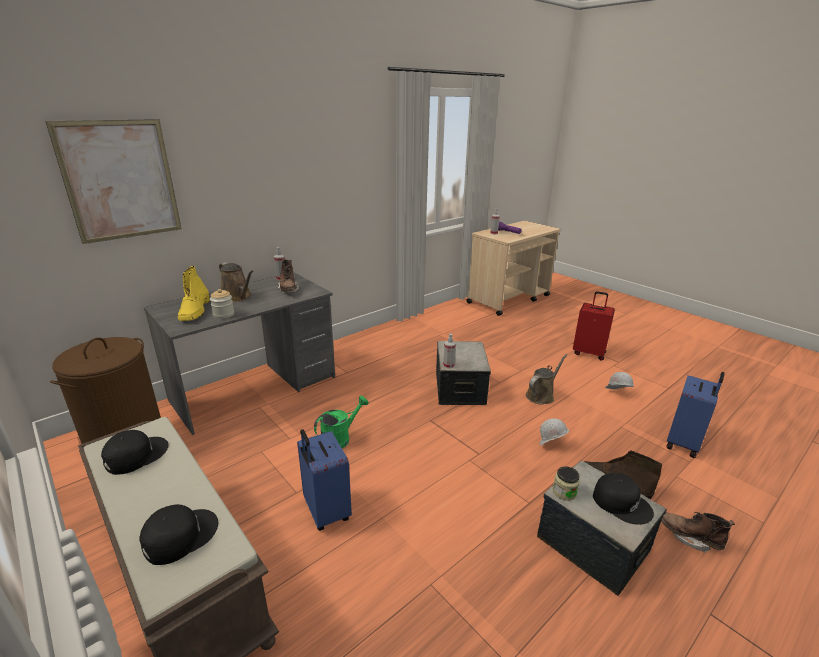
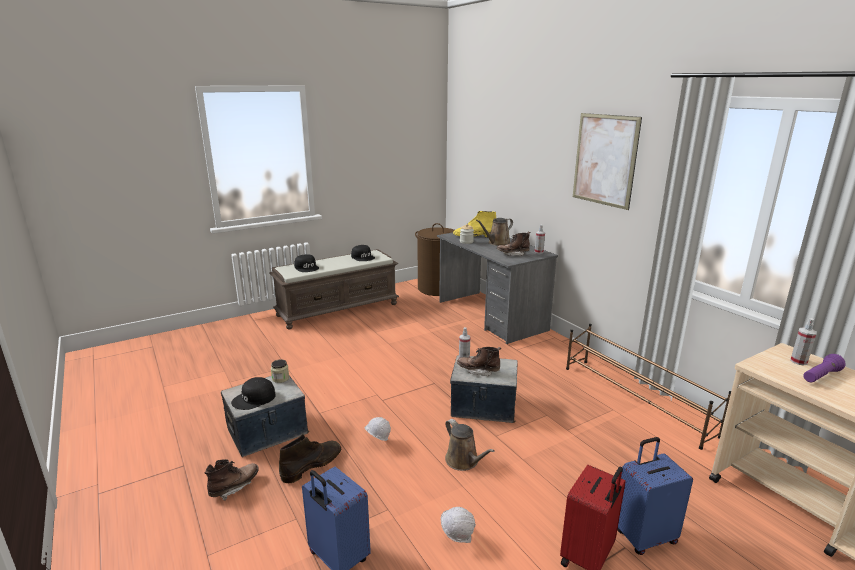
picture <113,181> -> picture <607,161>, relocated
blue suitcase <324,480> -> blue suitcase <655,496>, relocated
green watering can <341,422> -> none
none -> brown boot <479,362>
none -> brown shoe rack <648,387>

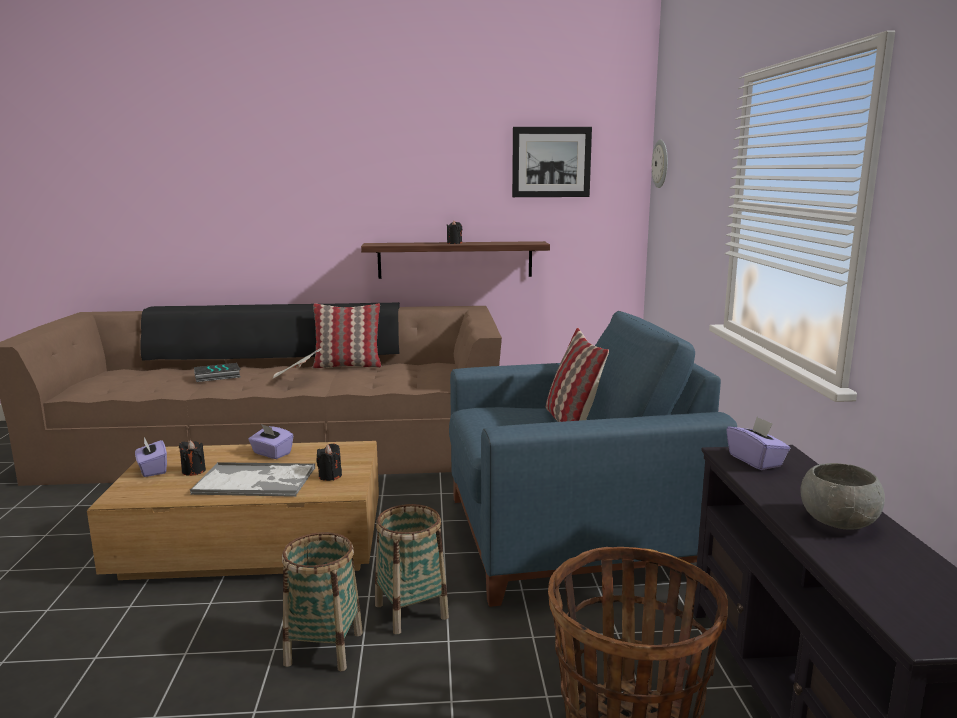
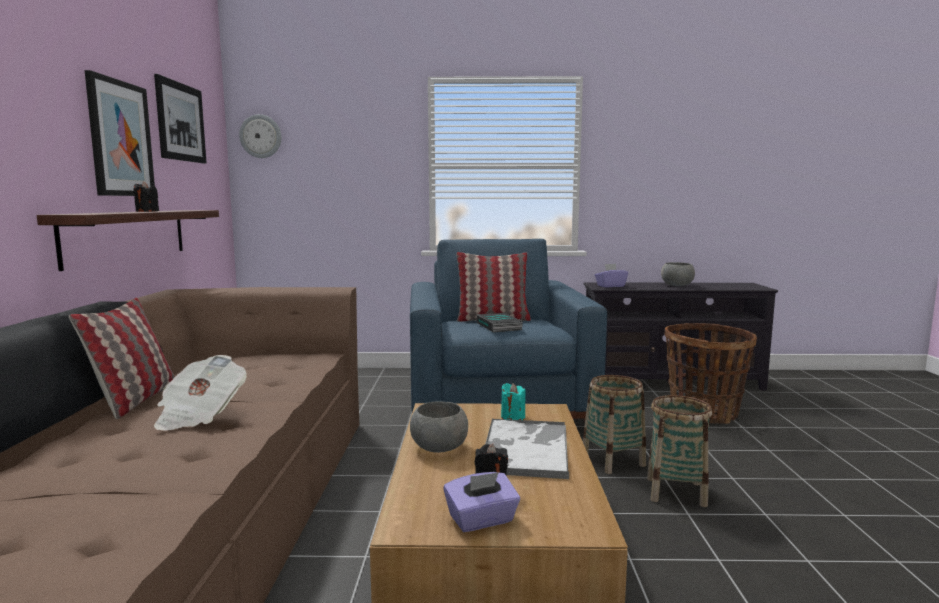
book <217,372> -> book <500,323>, relocated
purple tissue box <270,441> -> grey bowl <439,427>
black candle <329,462> -> turquoise candle <513,401>
none -> picture <120,133>

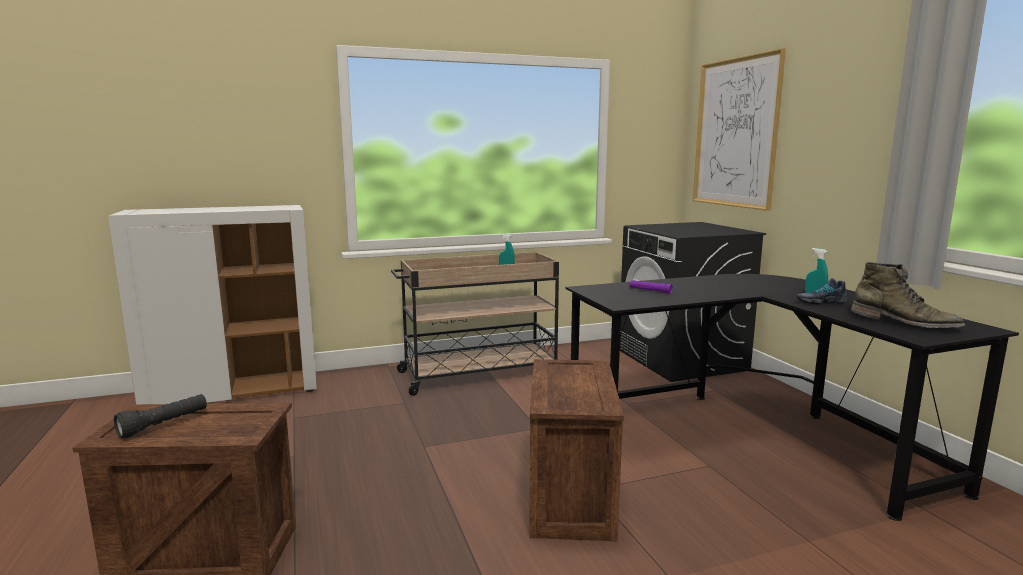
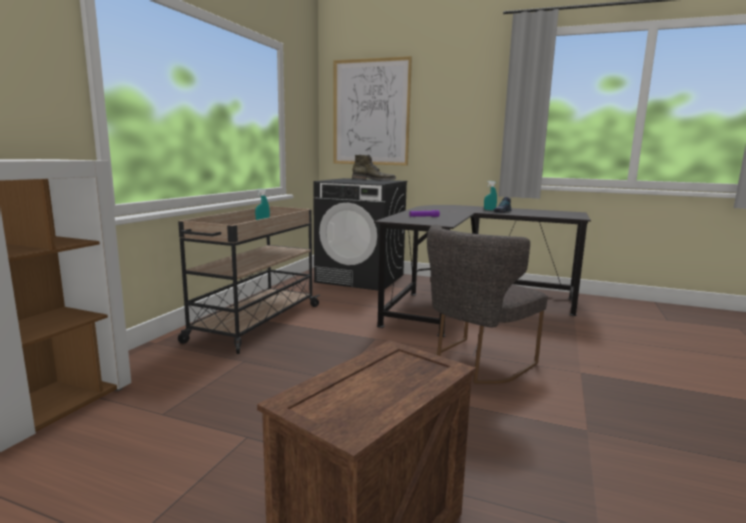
black flashlight <160,416> -> none
crate <576,450> -> grey chair <487,304>
green boot <908,295> -> green boot <374,168>, relocated

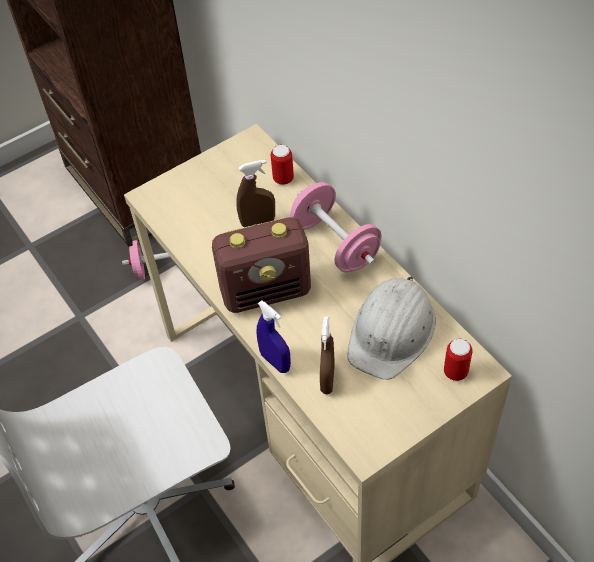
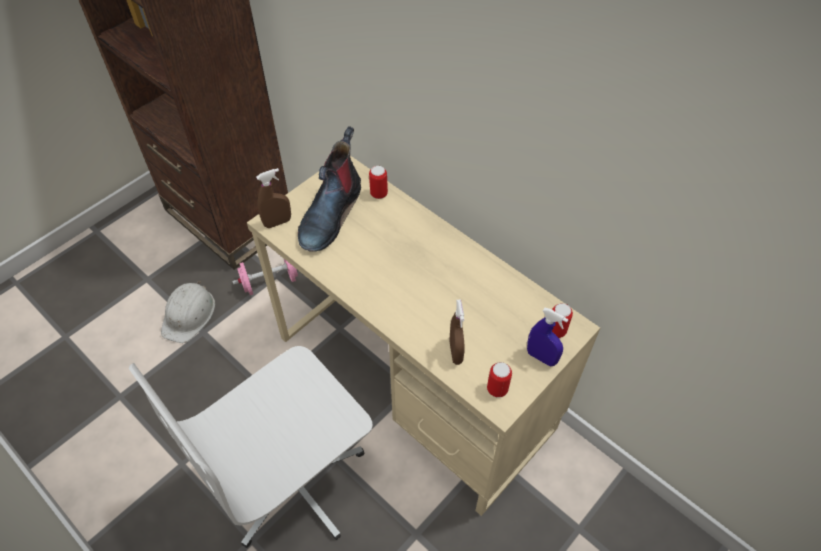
radio <261,265> -> none
brown spray bottle <255,193> -> brown spray bottle <273,198>, relocated
blue spray bottle <274,336> -> blue spray bottle <548,337>, relocated
pink dumbbell <336,227> -> none
white hard hat <391,328> -> white hard hat <188,312>, relocated
none -> boot <329,189>
none -> can <499,380>

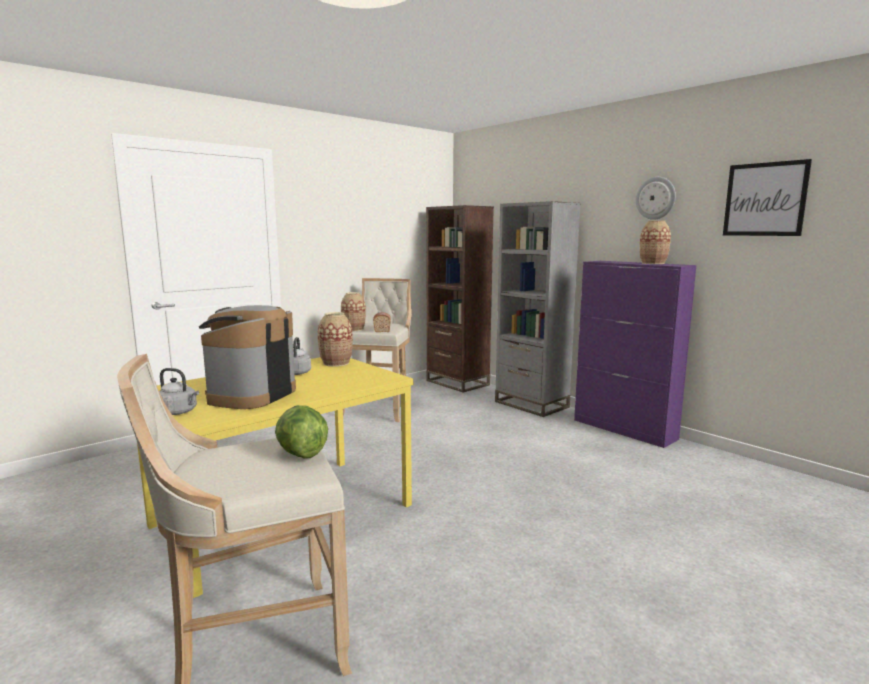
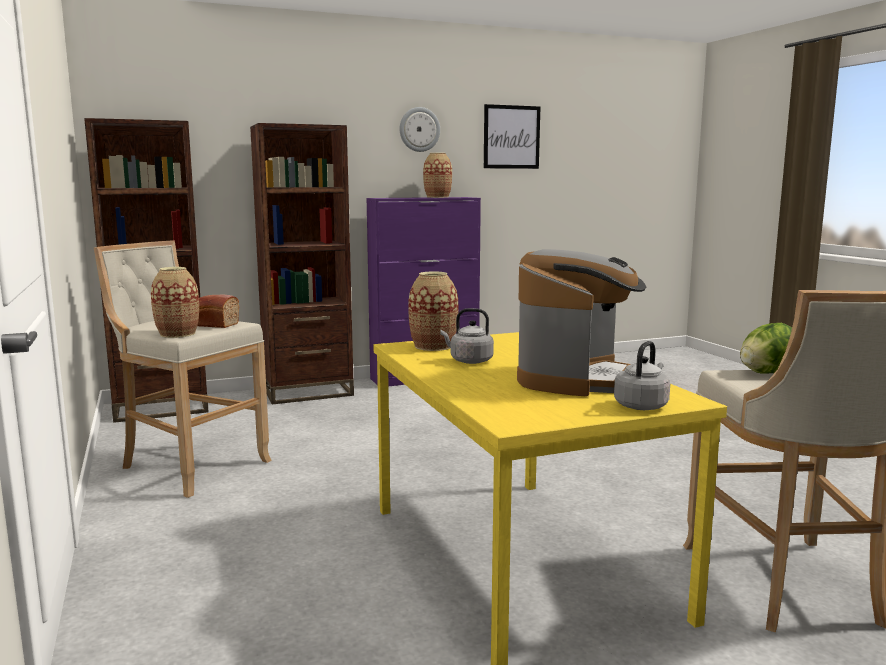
coffee machine <247,357> -> coffee machine <581,323>, 105 degrees counterclockwise
grey bookcase <538,309> -> brown bookcase <302,263>

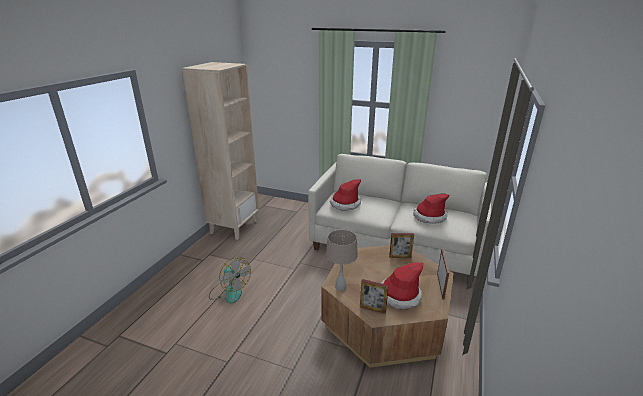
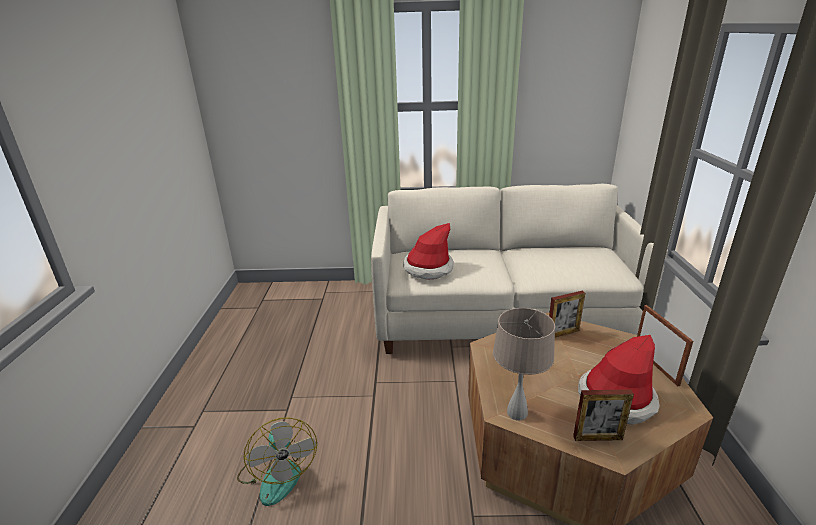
beige bookcase <220,151> -> none
fan <230,280> -> fan <277,462>, 45 degrees clockwise
hat <431,208> -> none

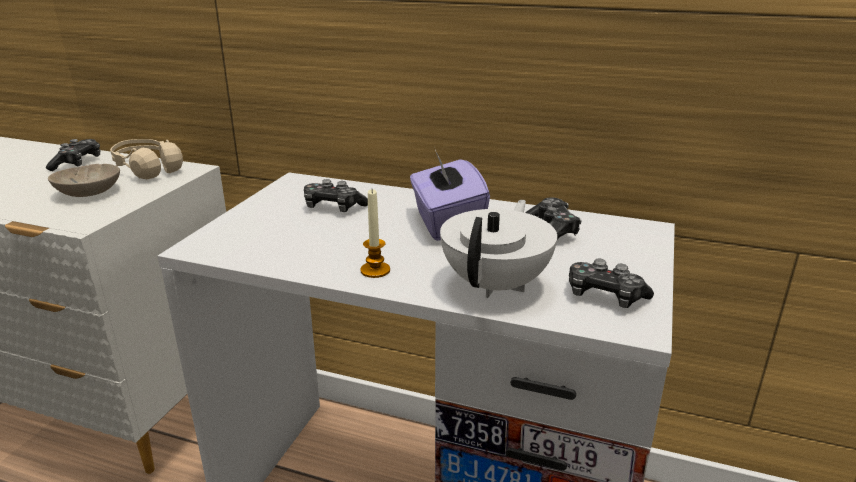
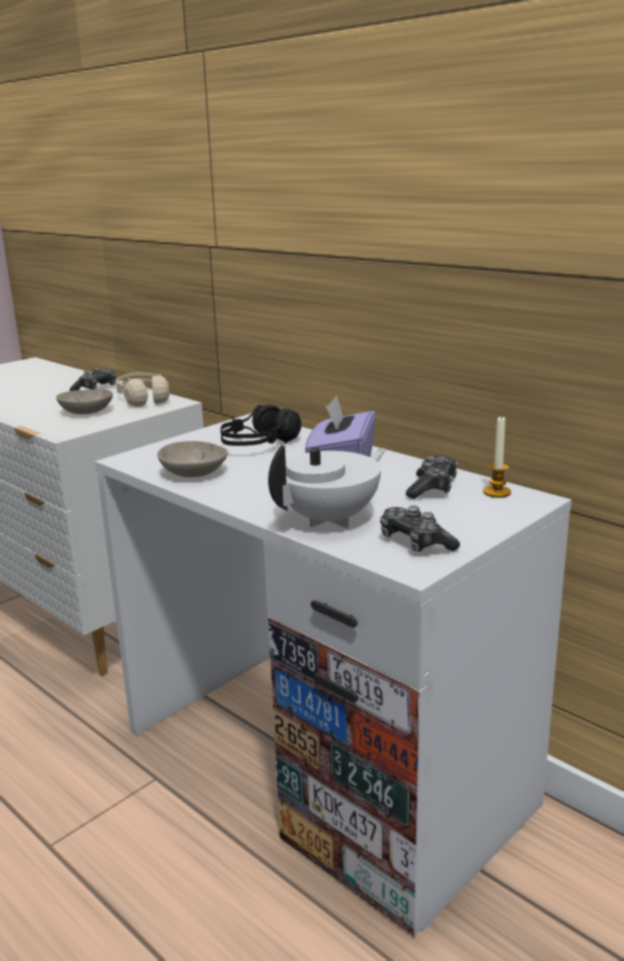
game controller <336,195> -> black headphones <260,425>
candle <375,233> -> candle <497,456>, relocated
none -> beige bowl <192,459>

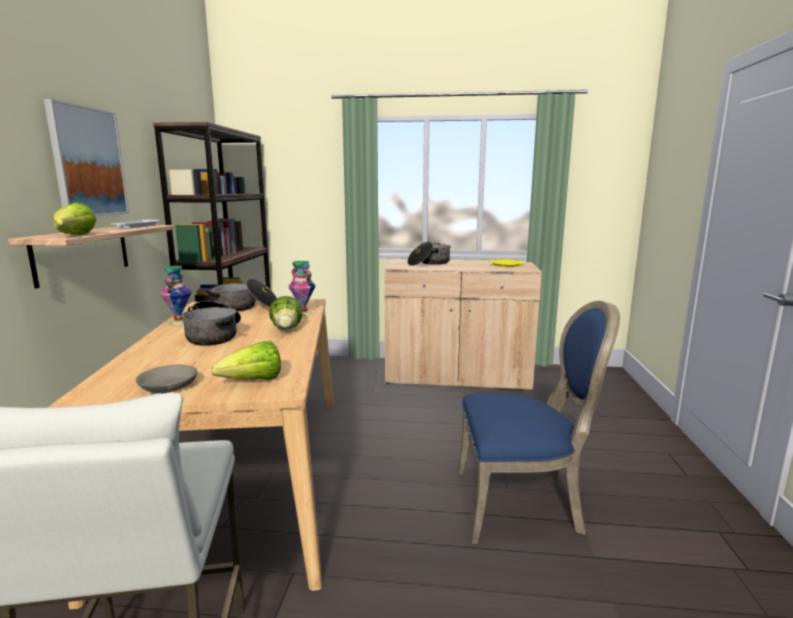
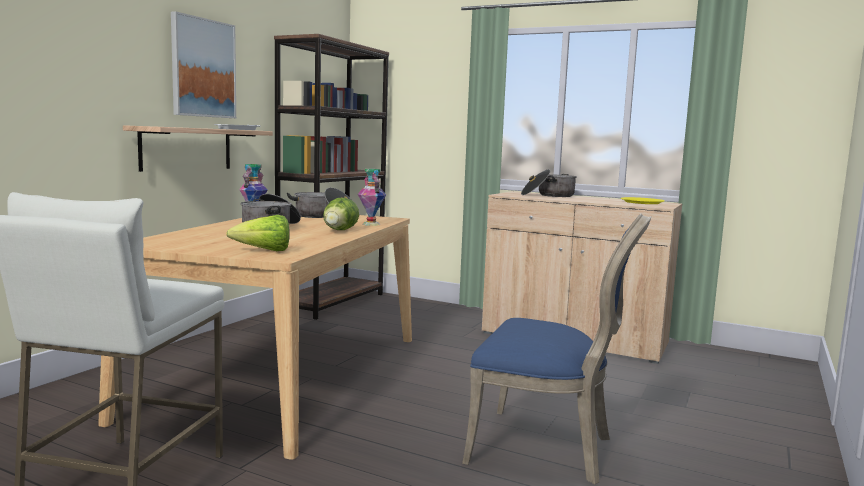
lettuce <75,218> -> none
grey bowl <167,379> -> none

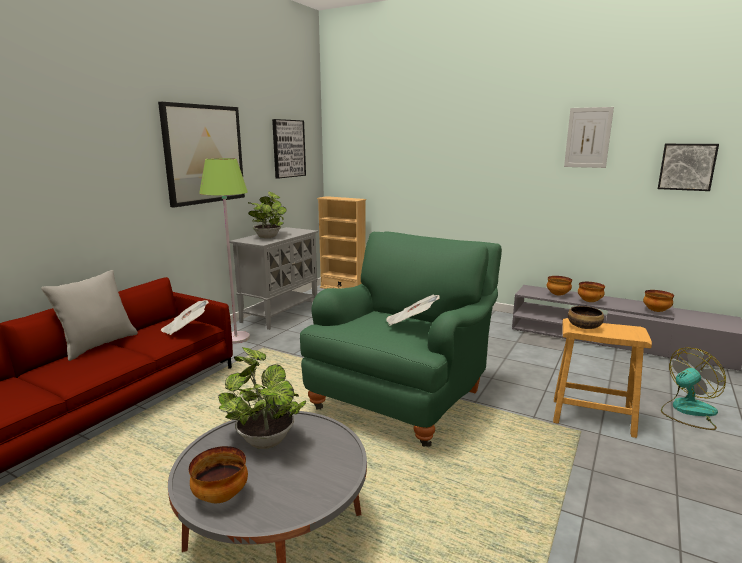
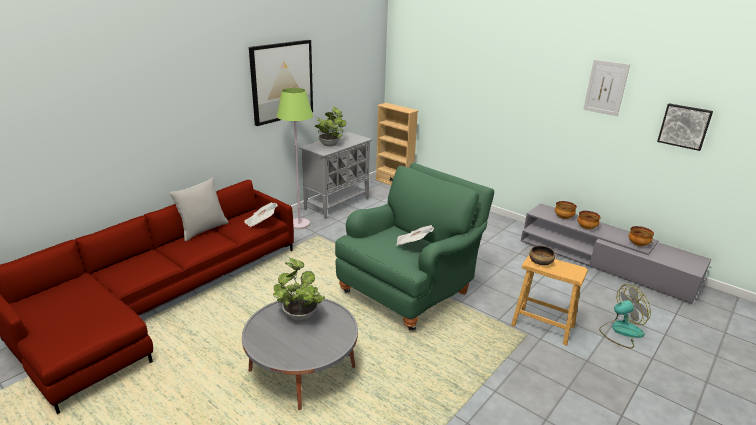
bowl <218,474> -> none
picture <289,149> -> none

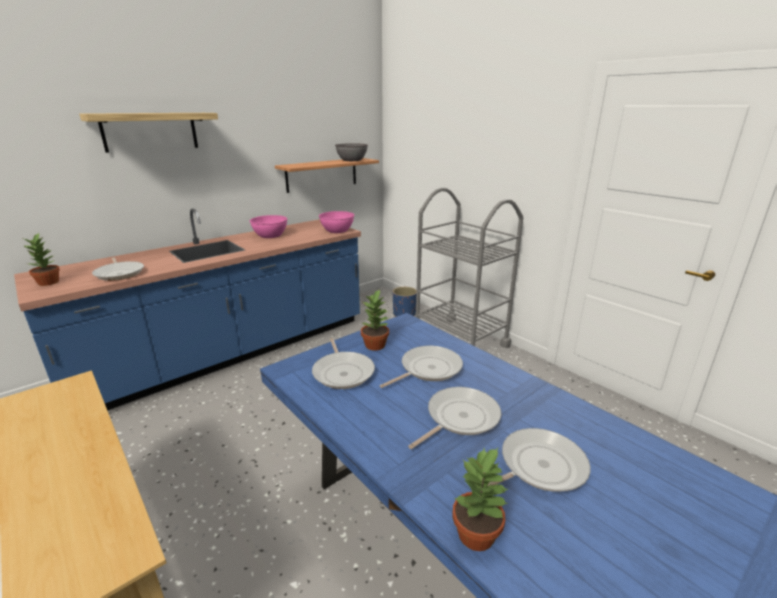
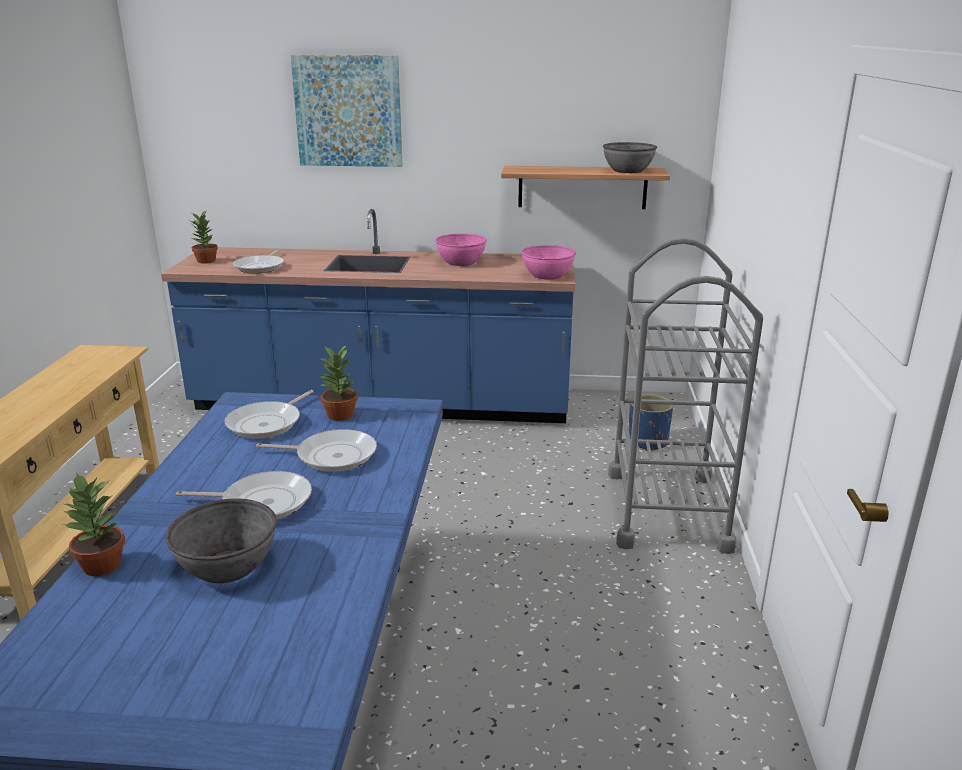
shelf <148,133> -> picture <346,111>
frying pan <539,460> -> grey bowl <221,540>

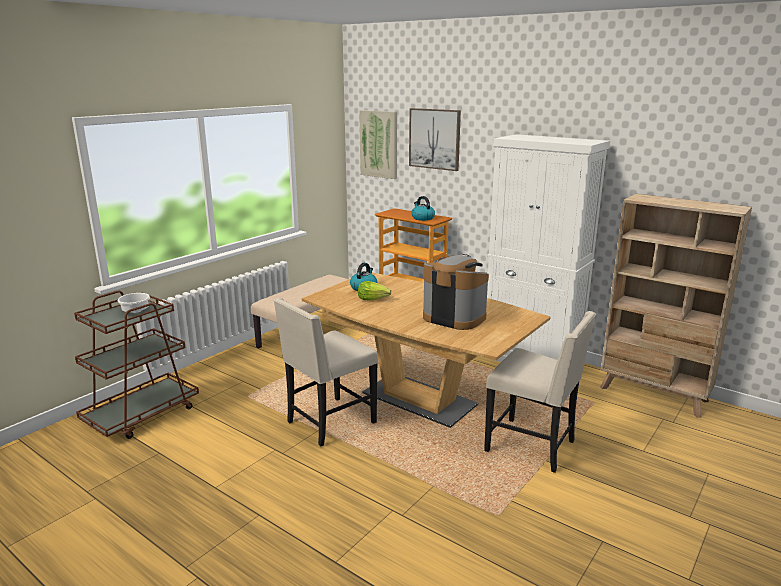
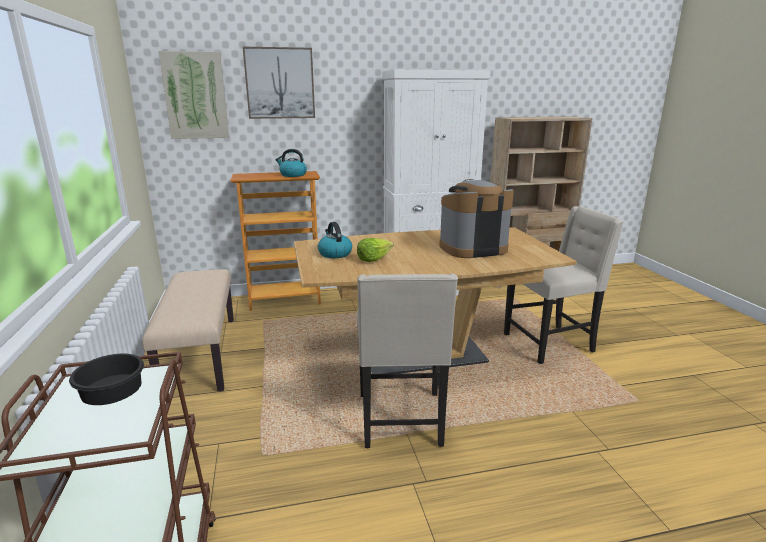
white bowl <134,303> -> black bowl <106,379>

